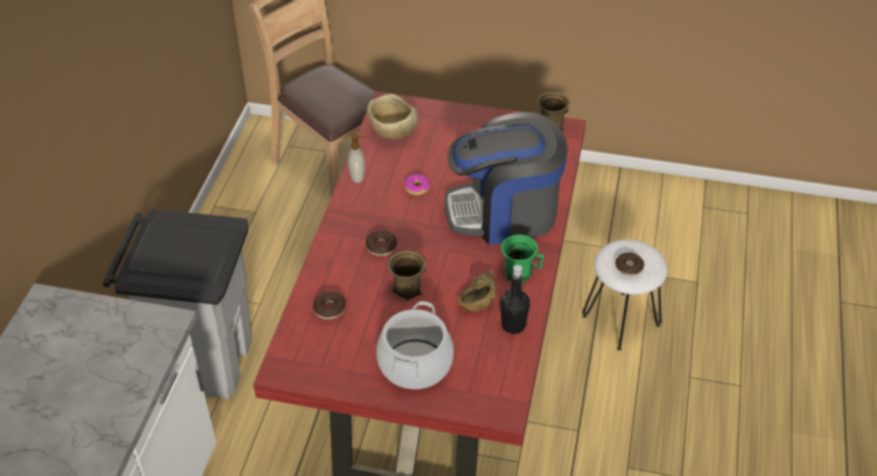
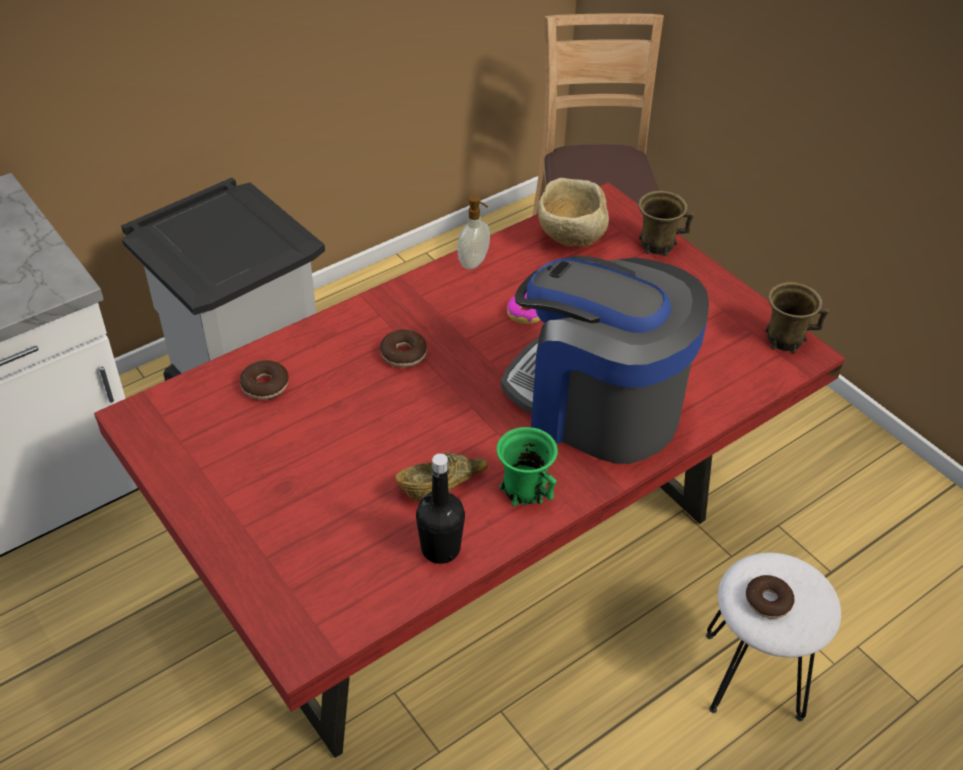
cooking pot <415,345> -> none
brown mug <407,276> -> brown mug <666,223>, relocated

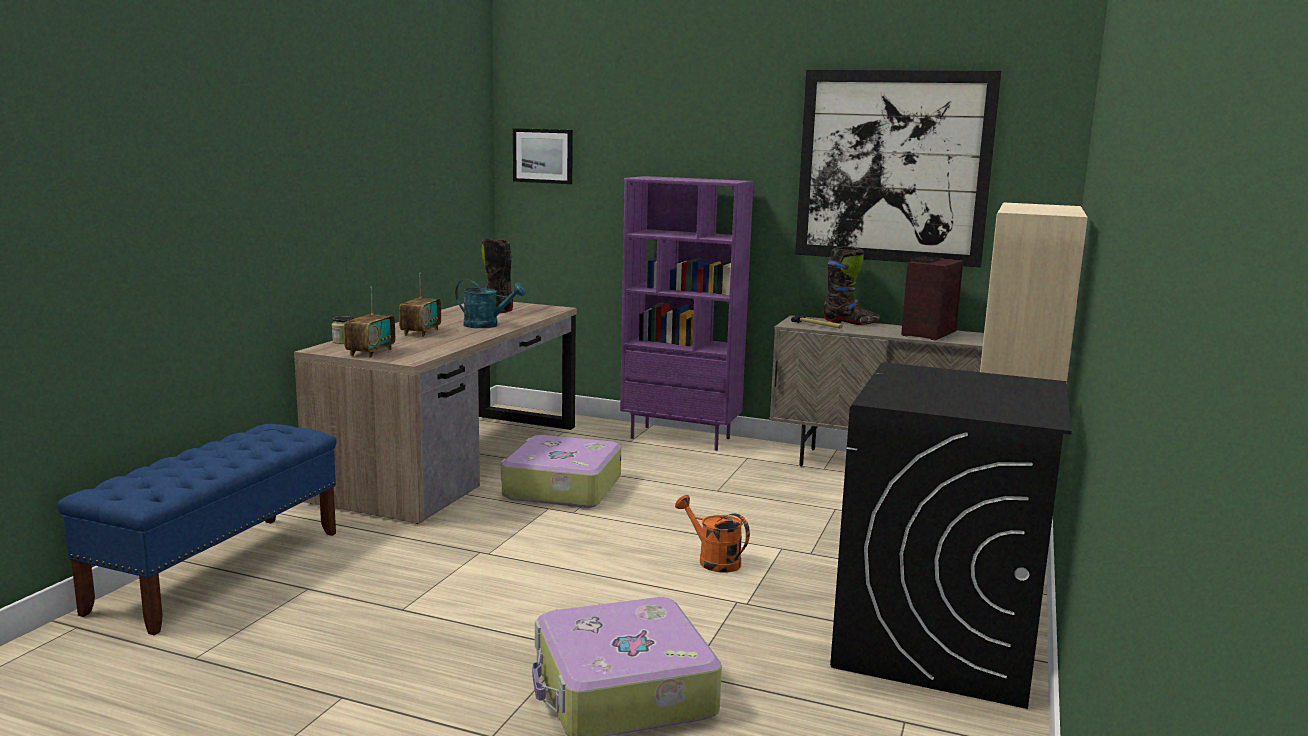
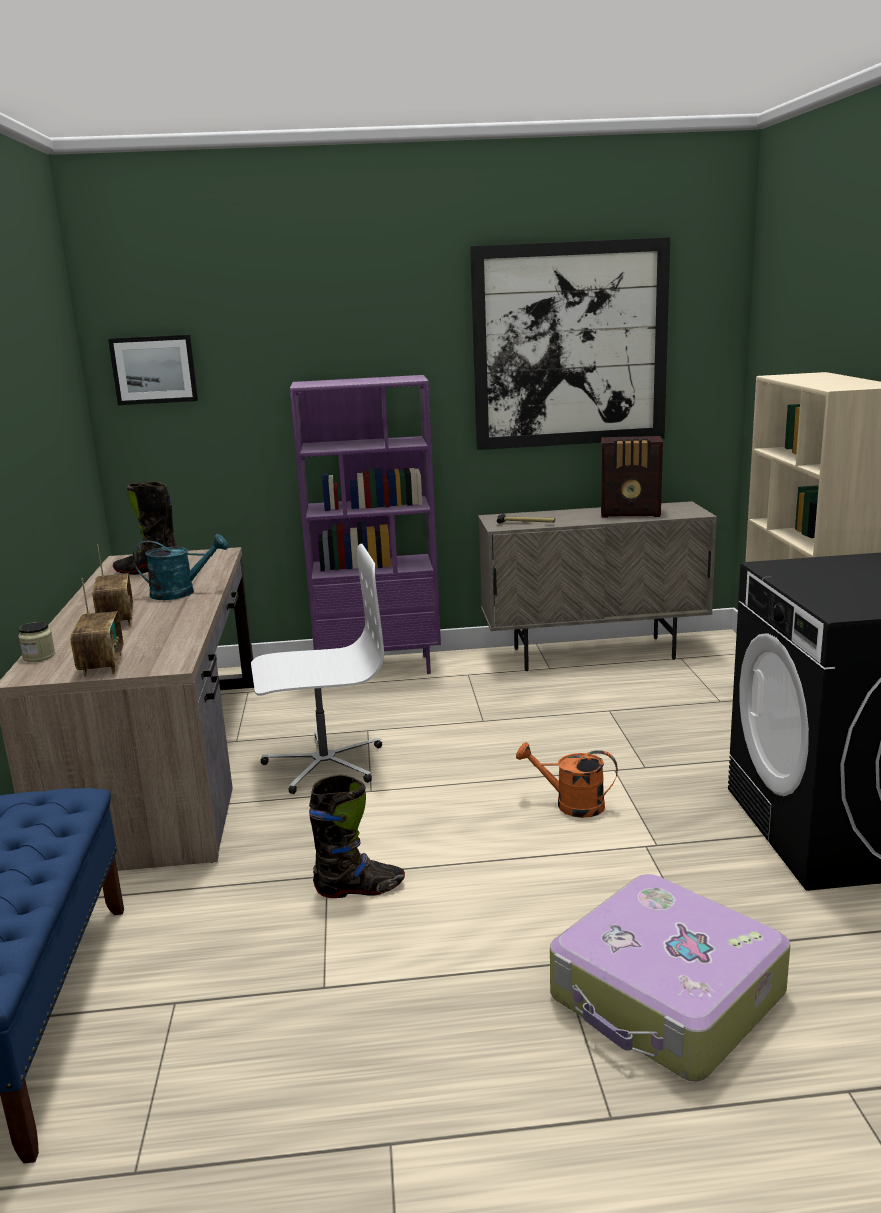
suitcase <561,471> -> white office chair <317,669>
black boot <851,285> -> black boot <357,836>, relocated
radio <932,298> -> radio <632,476>, 90 degrees counterclockwise

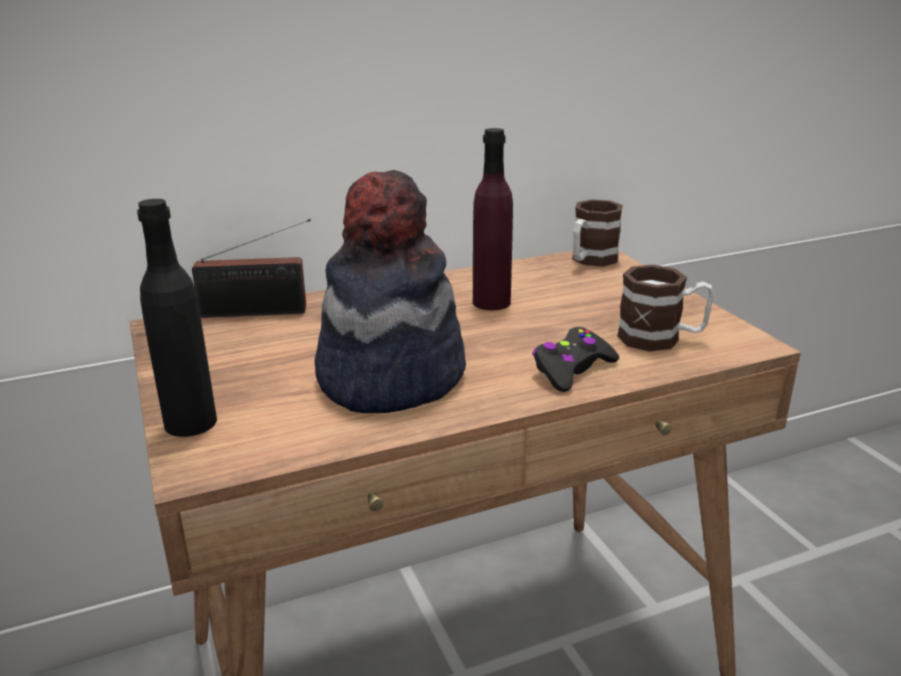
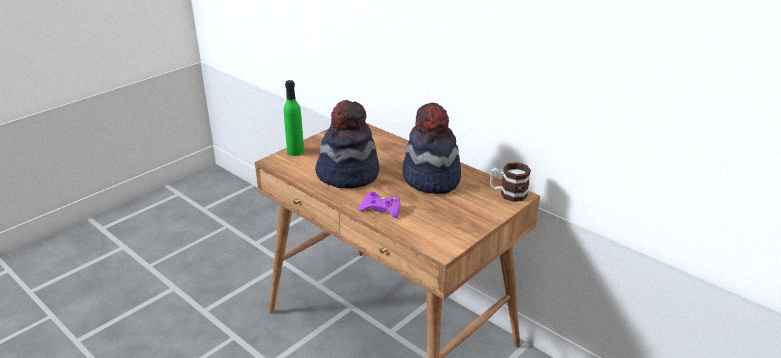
black bottle <177,318> -> green bottle <294,118>
radio <251,268> -> none
purple bottle <493,219> -> hat <432,148>
black game controller <575,359> -> purple game controller <379,205>
mug <665,308> -> none

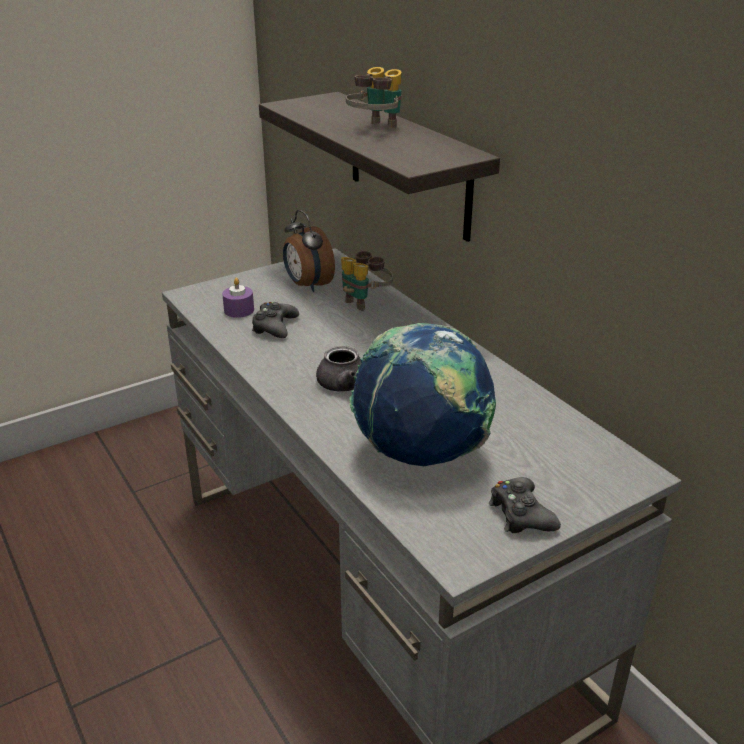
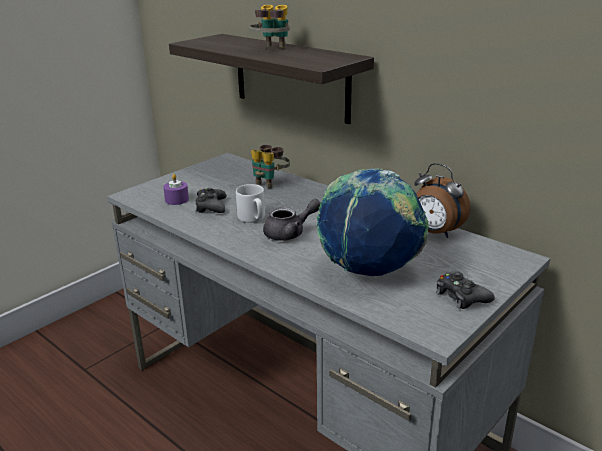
alarm clock <309,251> -> alarm clock <442,200>, relocated
none -> grey mug <250,203>

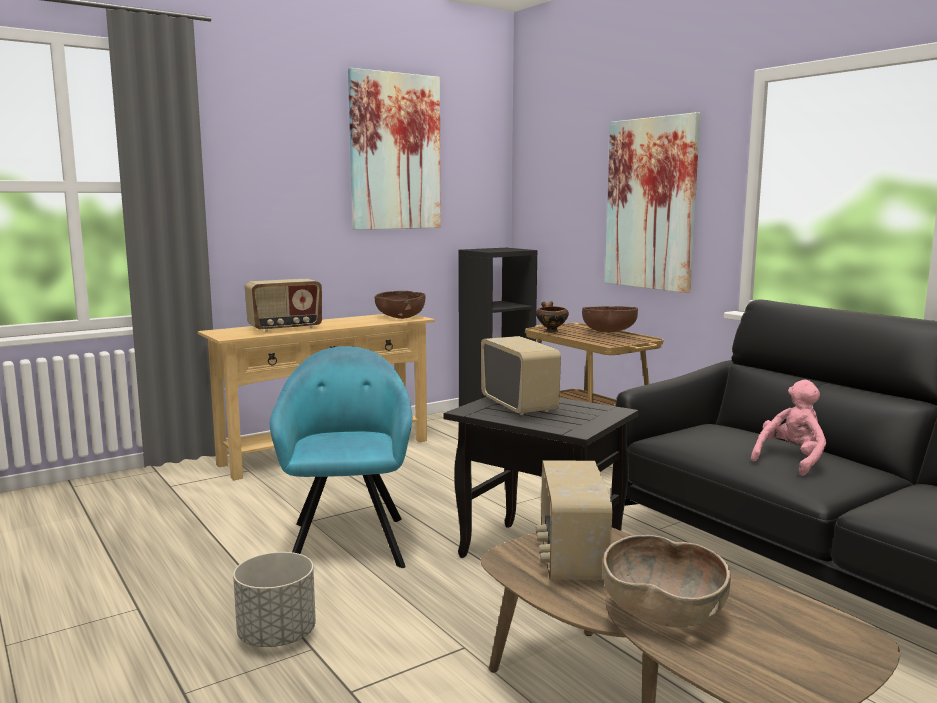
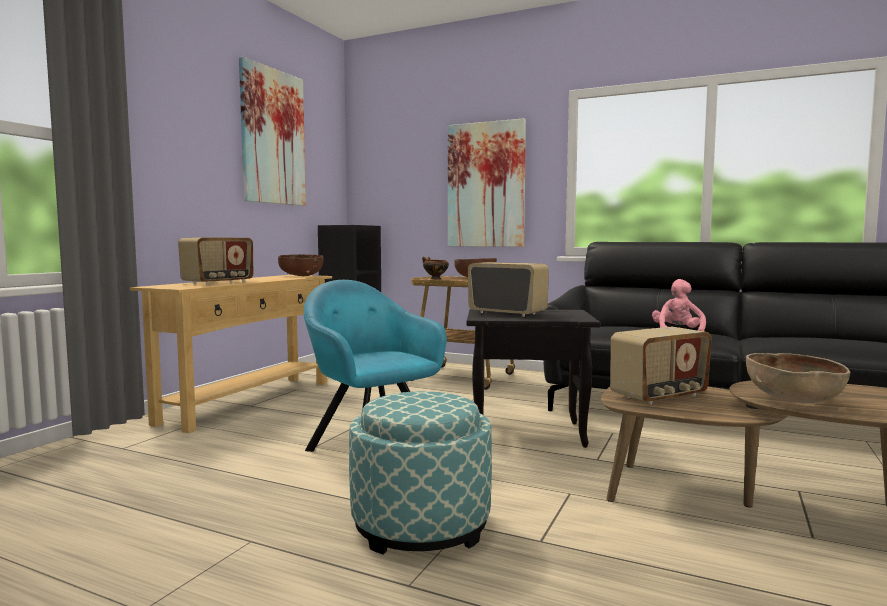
grey planter <274,599> -> ottoman <420,472>
radio <574,520> -> radio <660,366>, 90 degrees counterclockwise

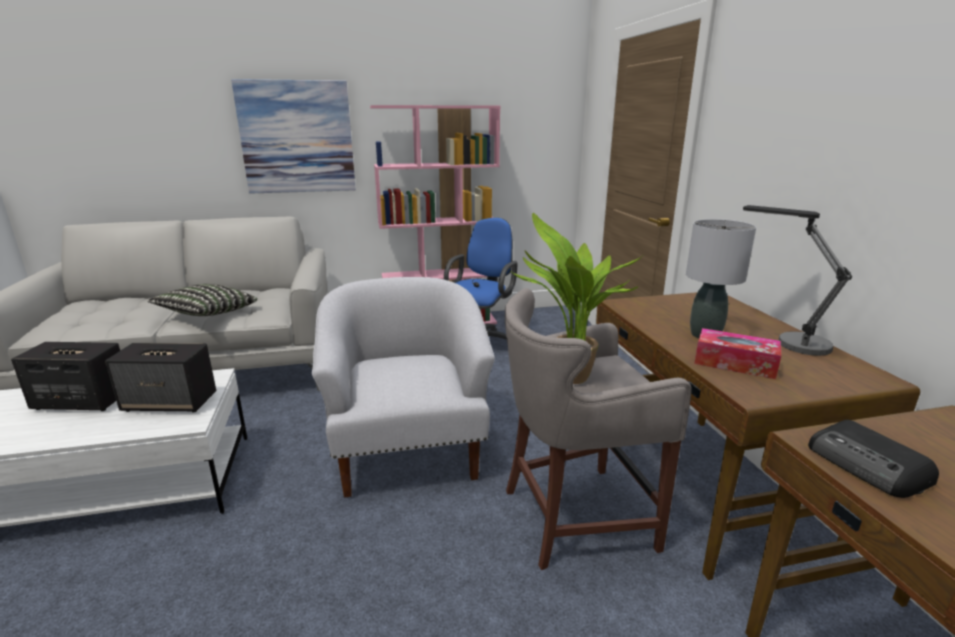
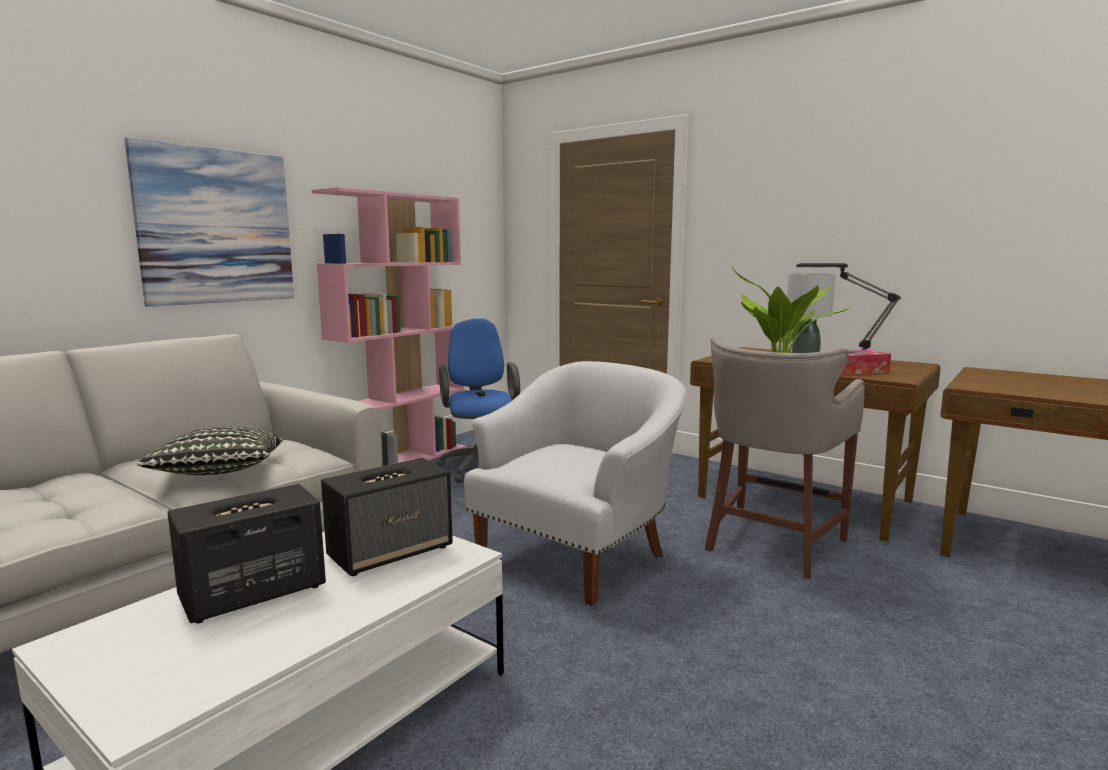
white armchair <403,387> -> white armchair <575,483>, 90 degrees clockwise
radio <873,459> -> none

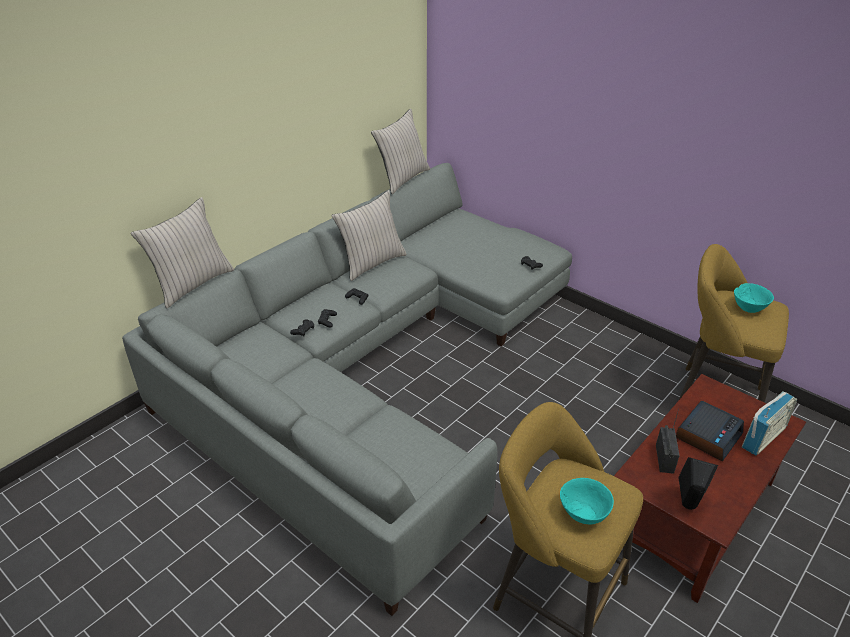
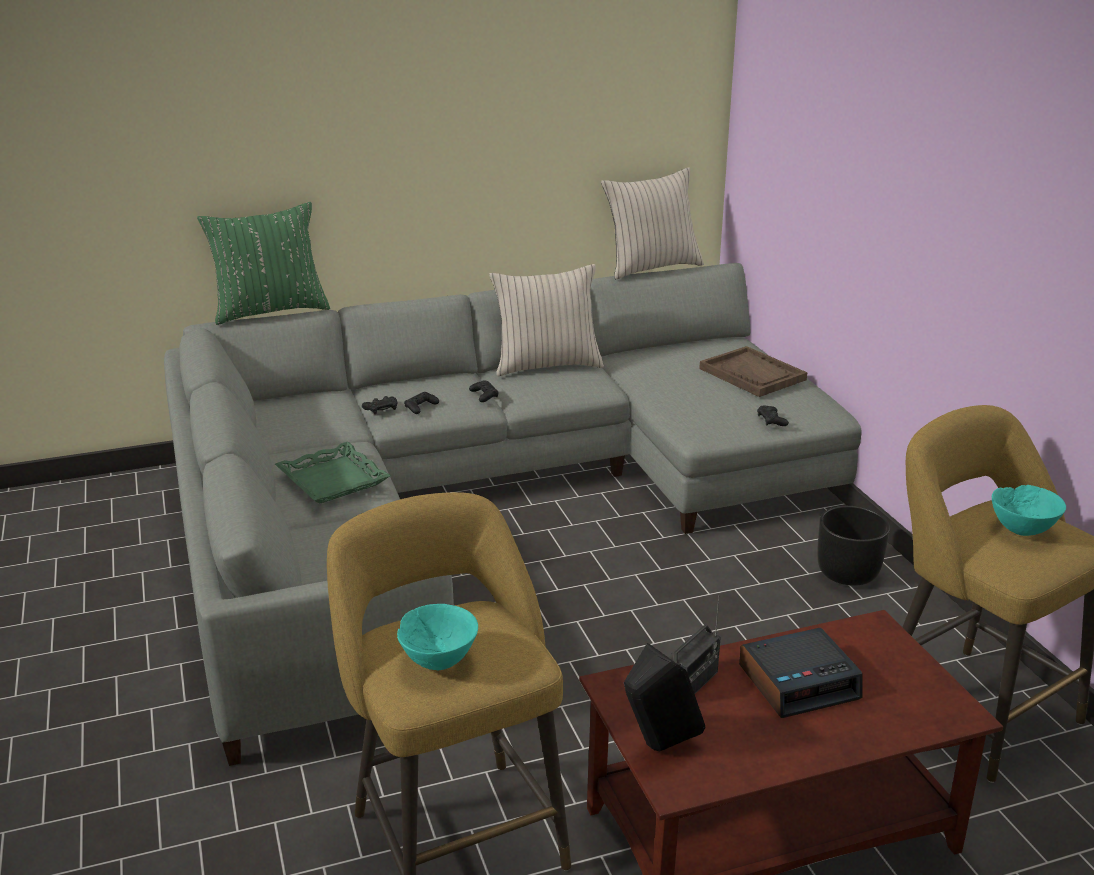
beige pillow <182,252> -> green pillow <263,263>
radio <769,423> -> none
none -> green tray <332,473>
none -> brown tray <753,371>
none -> black planter <853,546>

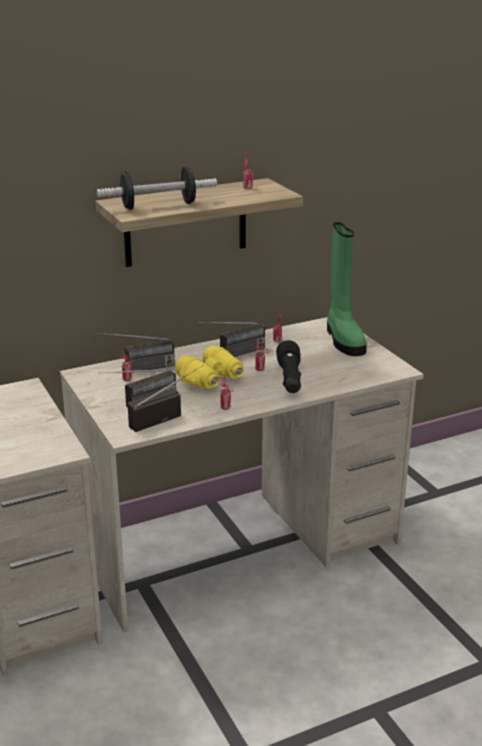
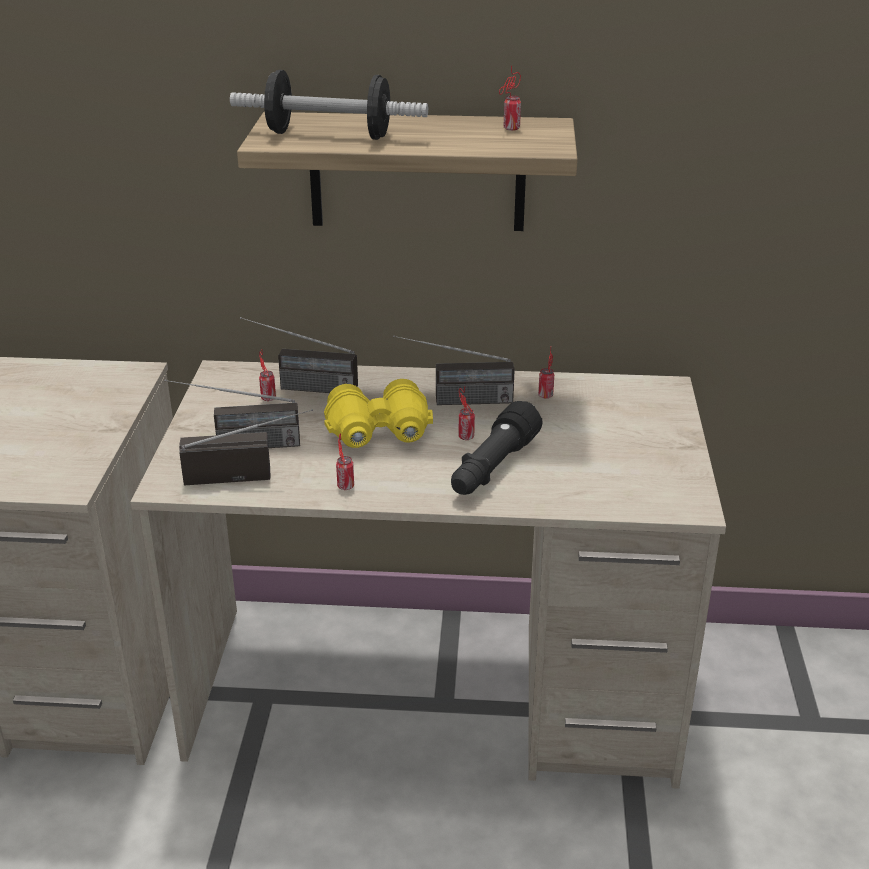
green boot <347,289> -> none

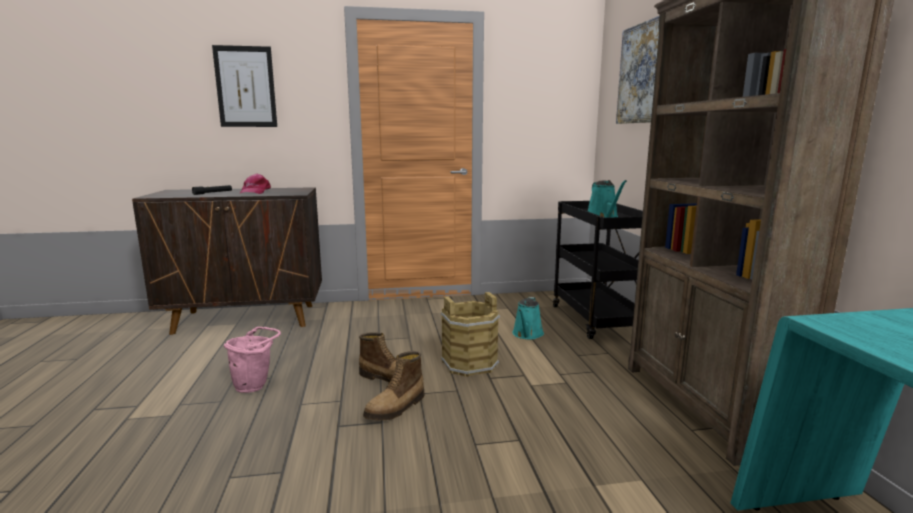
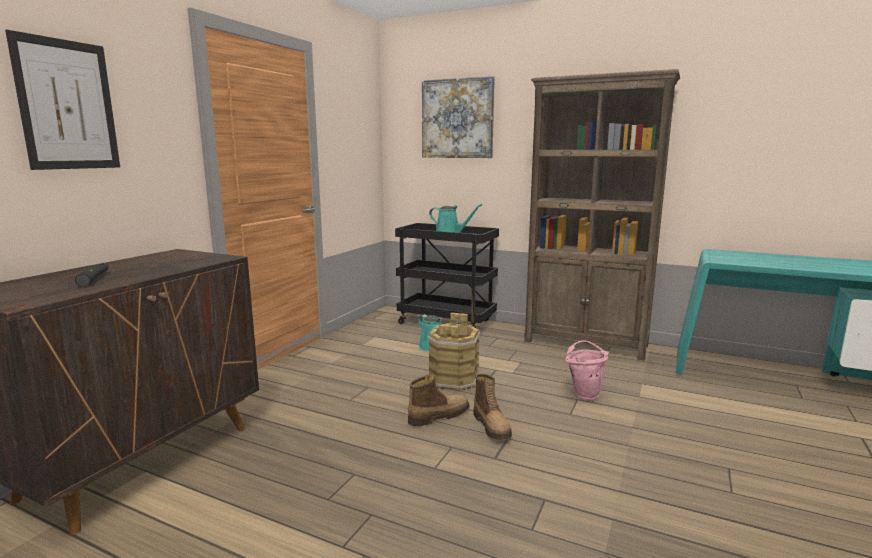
pink bucket <252,360> -> pink bucket <587,370>, relocated
pink cap <255,184> -> none

